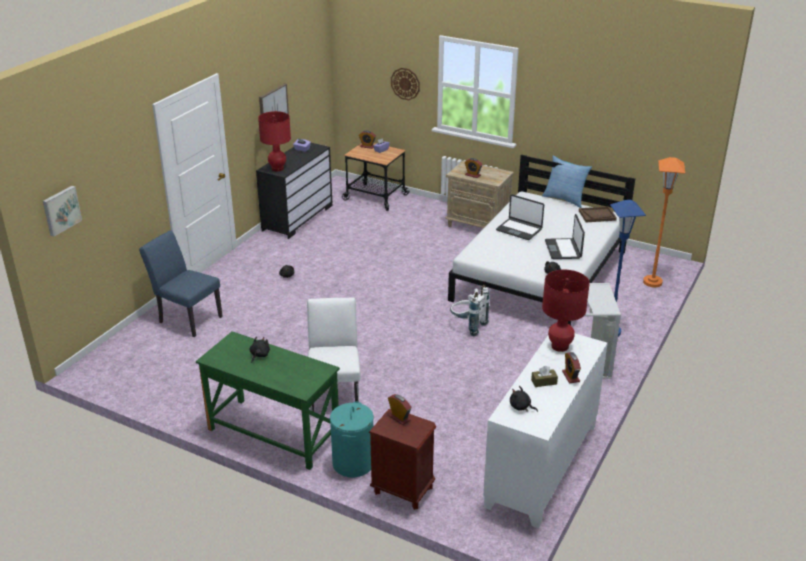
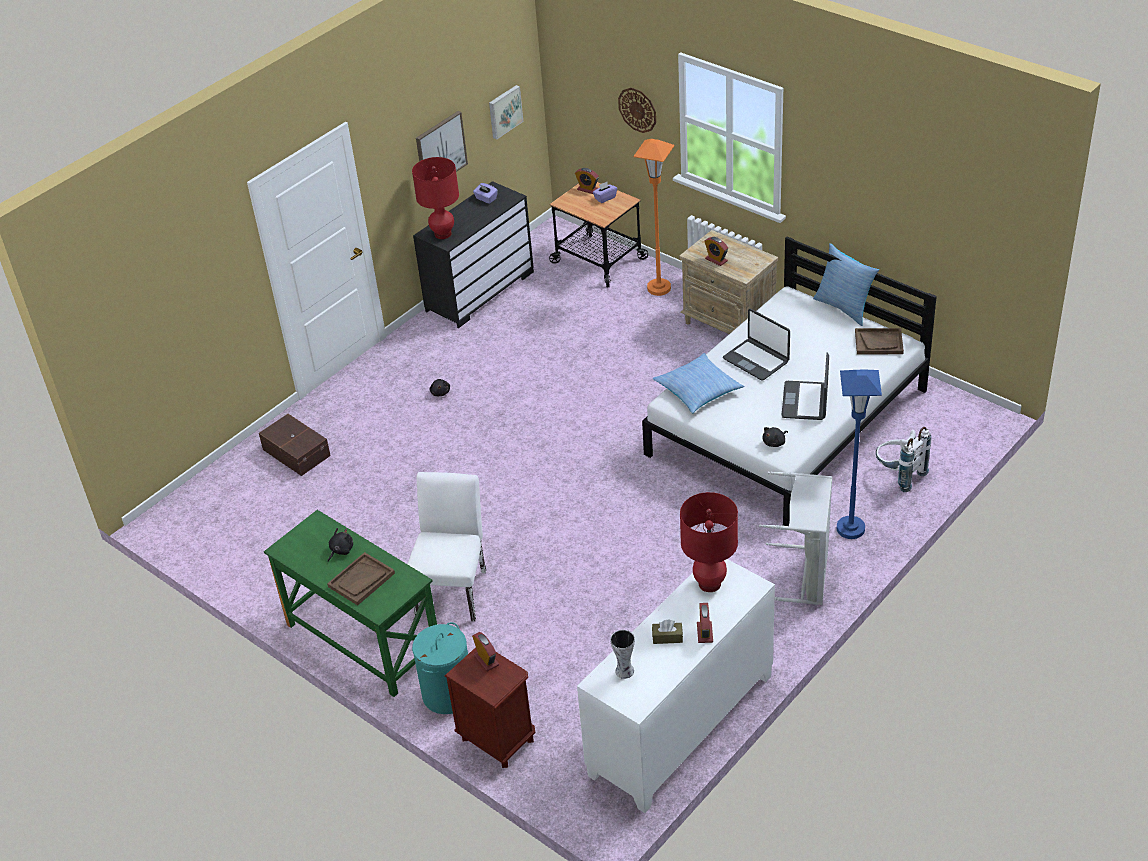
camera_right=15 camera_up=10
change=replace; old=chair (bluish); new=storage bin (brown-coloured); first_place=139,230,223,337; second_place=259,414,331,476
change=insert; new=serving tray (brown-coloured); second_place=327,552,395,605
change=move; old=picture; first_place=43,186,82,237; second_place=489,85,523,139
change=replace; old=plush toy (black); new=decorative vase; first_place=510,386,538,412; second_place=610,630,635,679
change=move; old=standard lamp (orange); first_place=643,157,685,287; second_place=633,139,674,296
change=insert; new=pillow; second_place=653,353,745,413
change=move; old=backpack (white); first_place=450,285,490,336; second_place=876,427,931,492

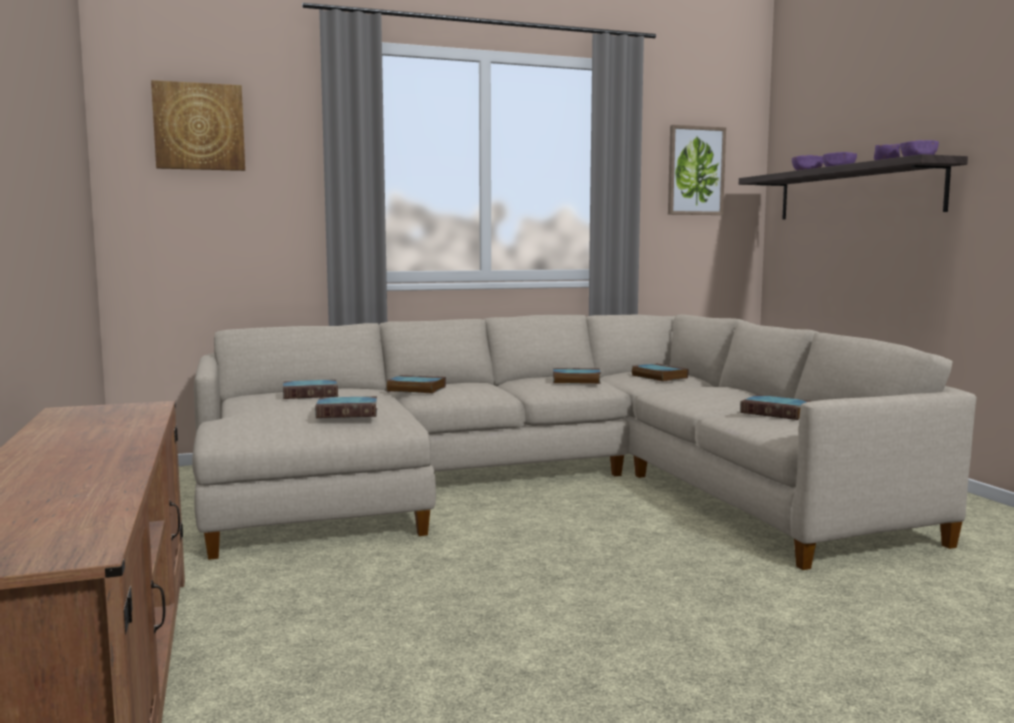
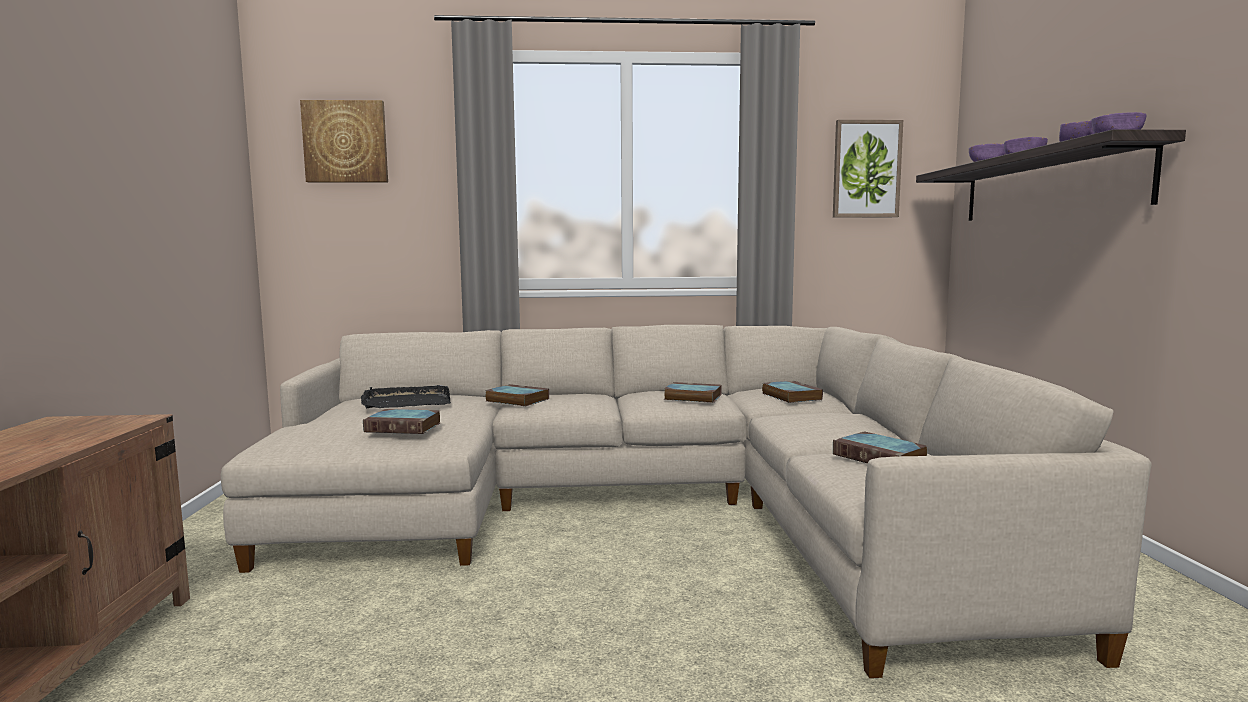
camera_right=15 camera_up=0
change=replace; old=bound book; new=serving tray (black); first_place=283,379,338,399; second_place=361,385,451,408

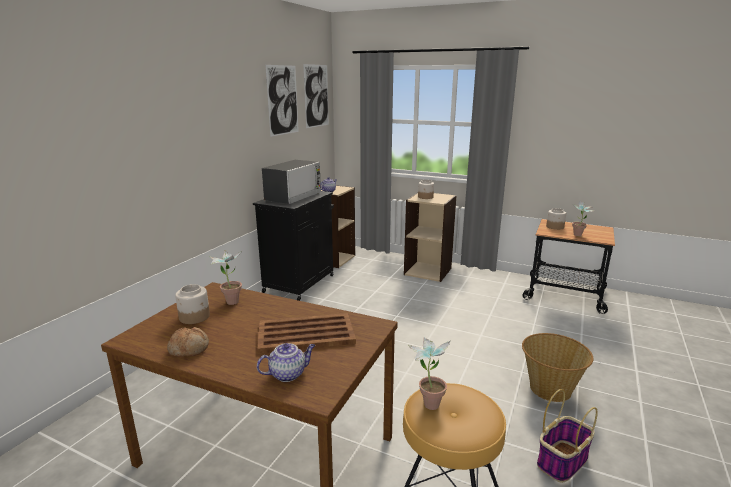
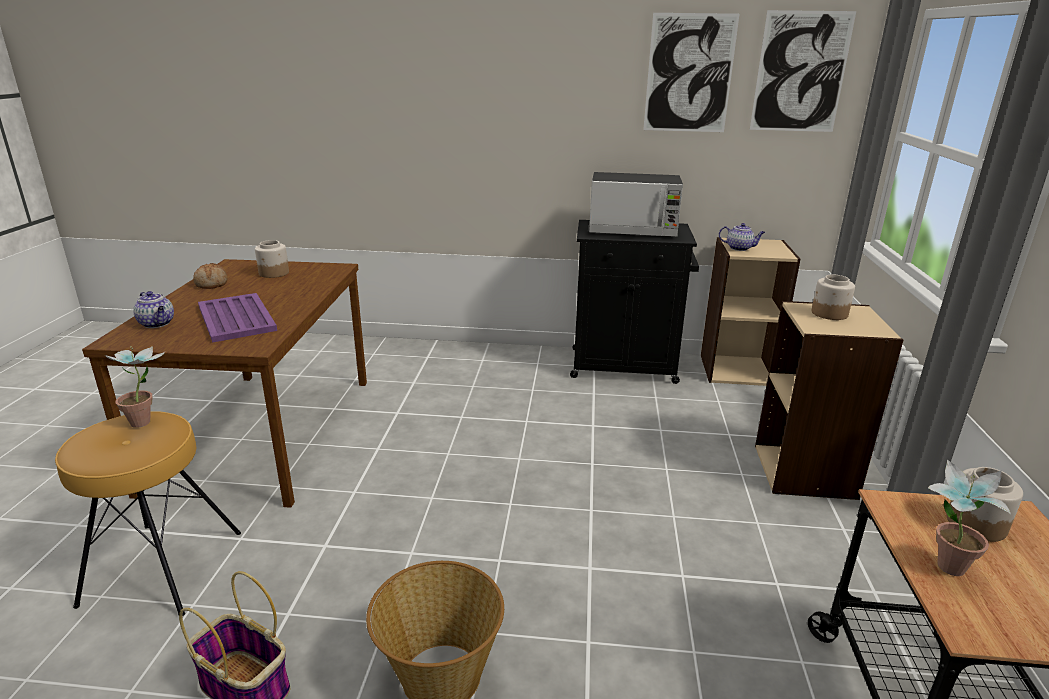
camera_right=70 camera_up=5
change=recolor; old=serving tray (brown-coloured); new=serving tray (purple-coloured); first_place=258,313,356,354; second_place=198,293,277,343
change=delete; old=potted plant; first_place=211,251,242,305

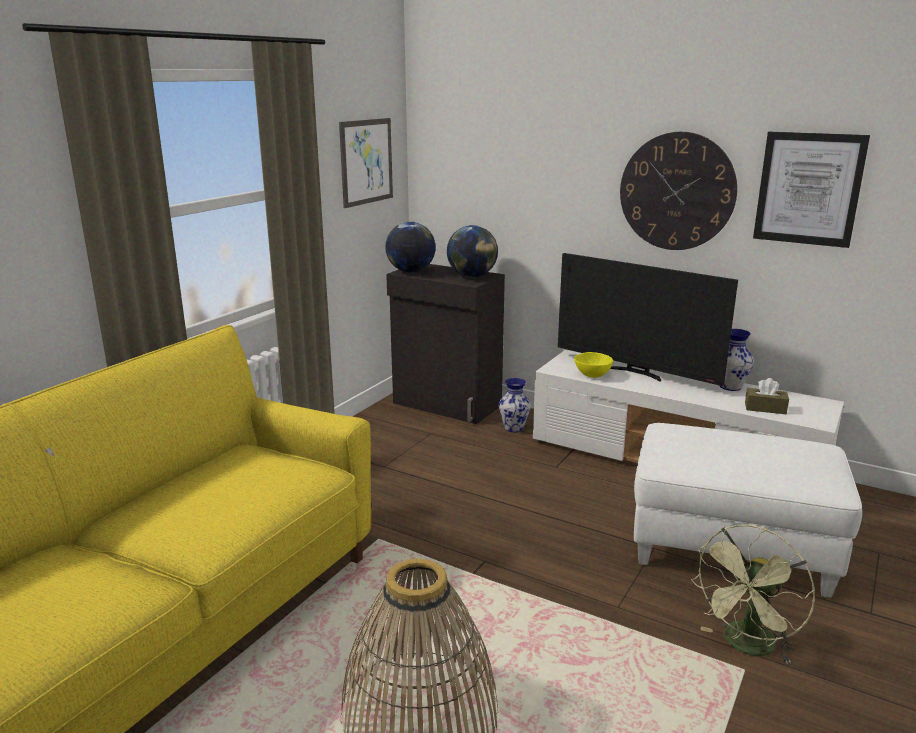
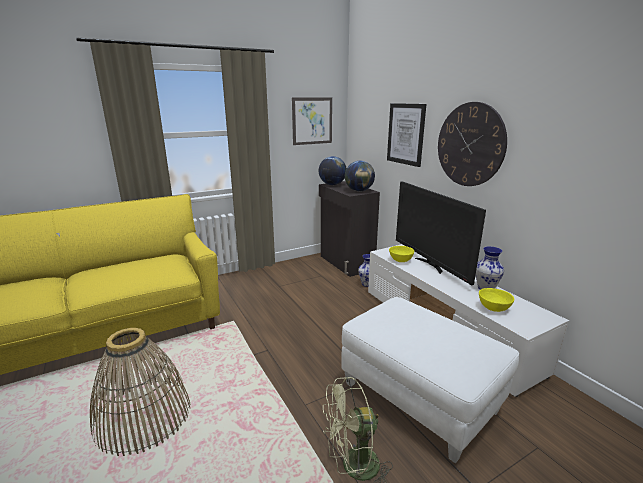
camera_right=30 camera_up=0
change=move; old=picture; first_place=753,132,870,248; second_place=387,103,426,167
change=replace; old=box of tissues (brown-coloured); new=deep dish (yellowish); first_place=745,378,789,414; second_place=479,288,514,312

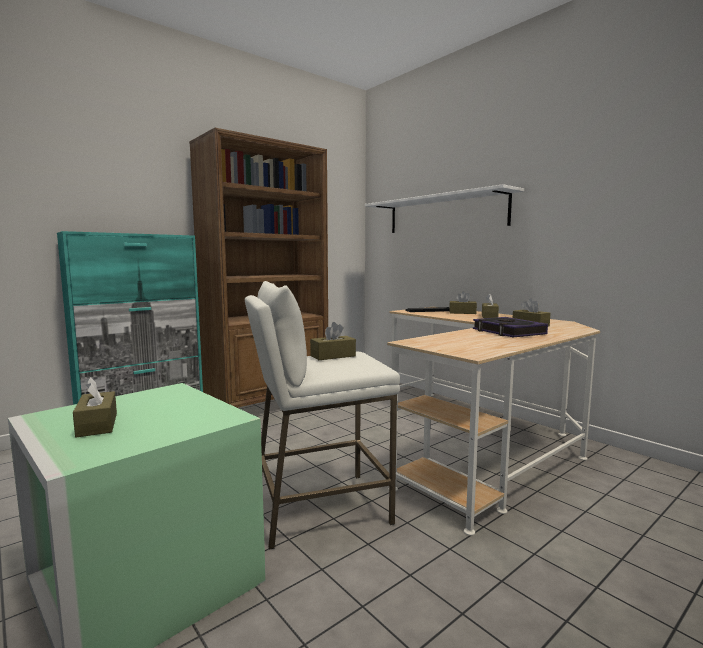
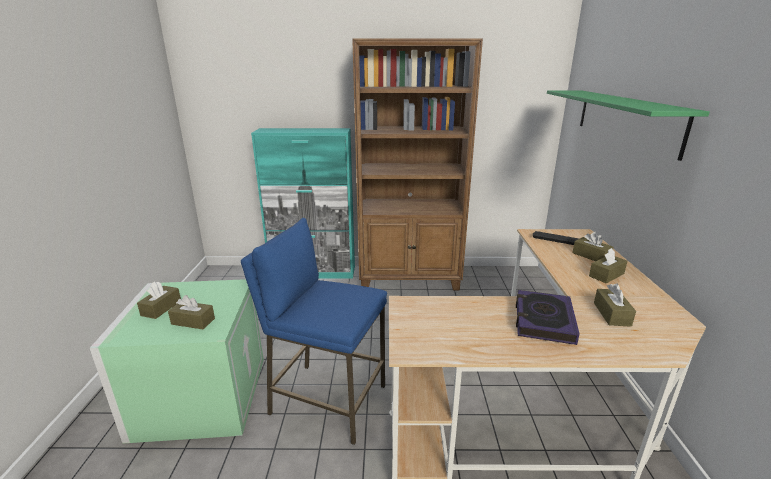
camera_right=40 camera_up=15
change=move; old=box of tissues (brown-coloured); first_place=310,322,356,360; second_place=168,295,215,329
change=recolor; old=stool (white); new=stool (bluish); first_place=245,281,400,550; second_place=241,218,387,445
change=recolor; old=wall shelf (white); new=wall shelf (greenish); first_place=365,184,524,233; second_place=547,90,710,161

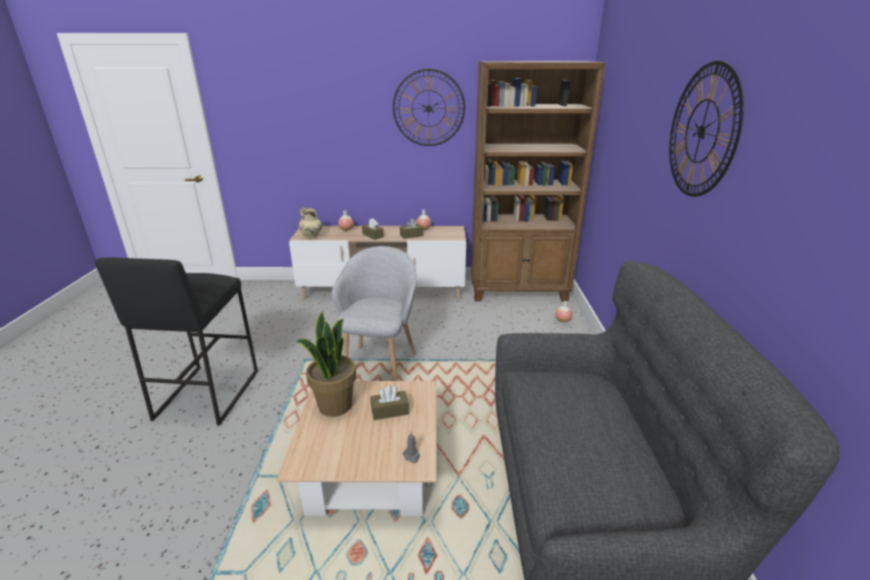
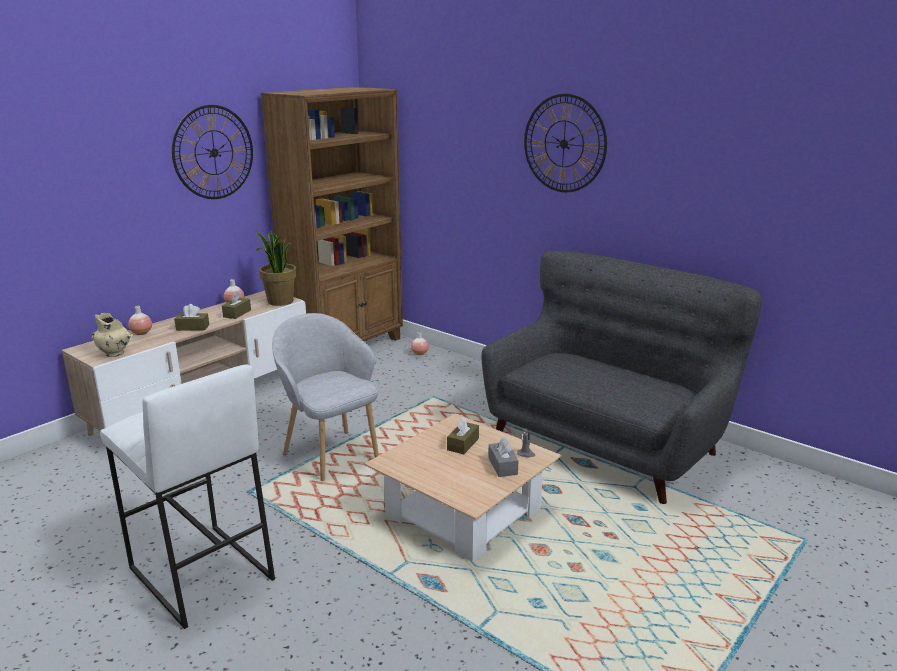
camera_right=-50 camera_up=-5
change=recolor; old=stool (black); new=stool (white); first_place=95,258,258,426; second_place=100,364,275,629
change=move; old=potted plant; first_place=296,312,356,417; second_place=255,231,297,306
change=insert; new=box of tissues (greyish); second_place=488,437,518,477

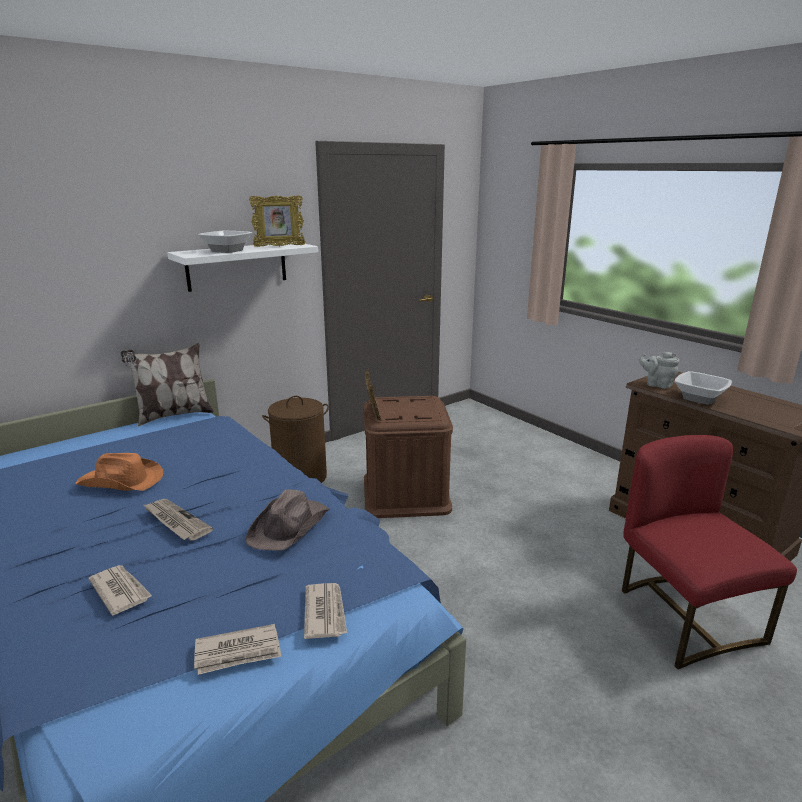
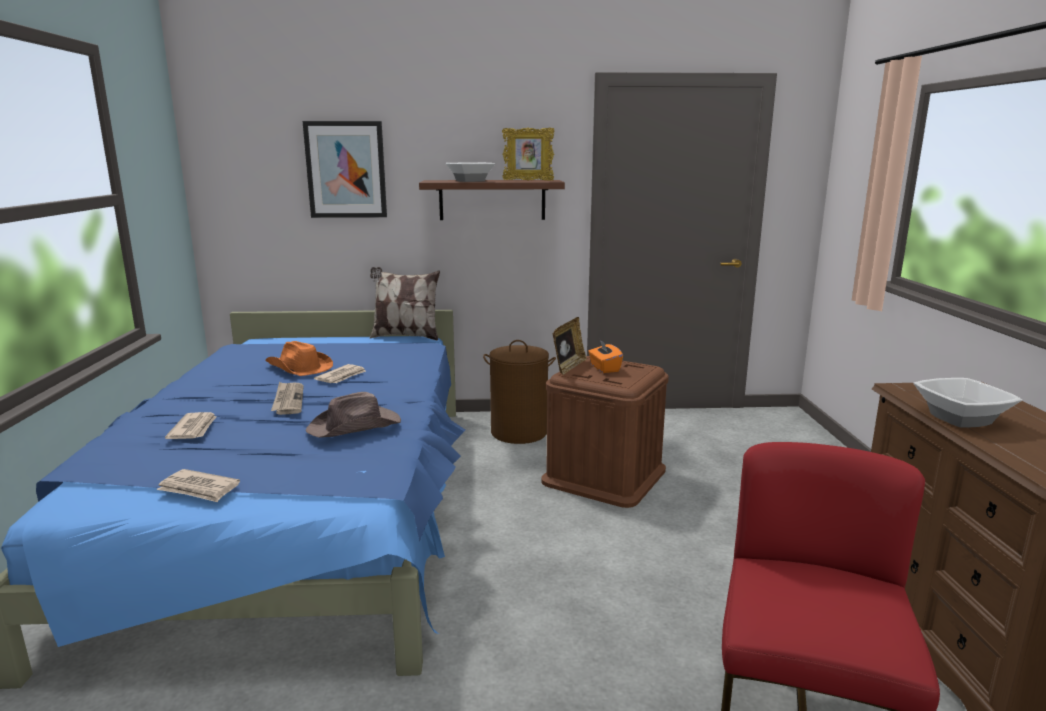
camera_right=35 camera_up=-5
change=insert; new=picture; second_place=303,121,387,218
change=move; old=newspaper; first_place=304,583,347,639; second_place=314,364,366,383
change=recolor; old=wall shelf (white); new=wall shelf (brown-coloured); first_place=167,242,318,292; second_place=419,180,565,220
change=insert; new=box of tissues (orange); second_place=588,340,623,373
change=delete; old=pot for tea (greyish); first_place=639,352,679,389

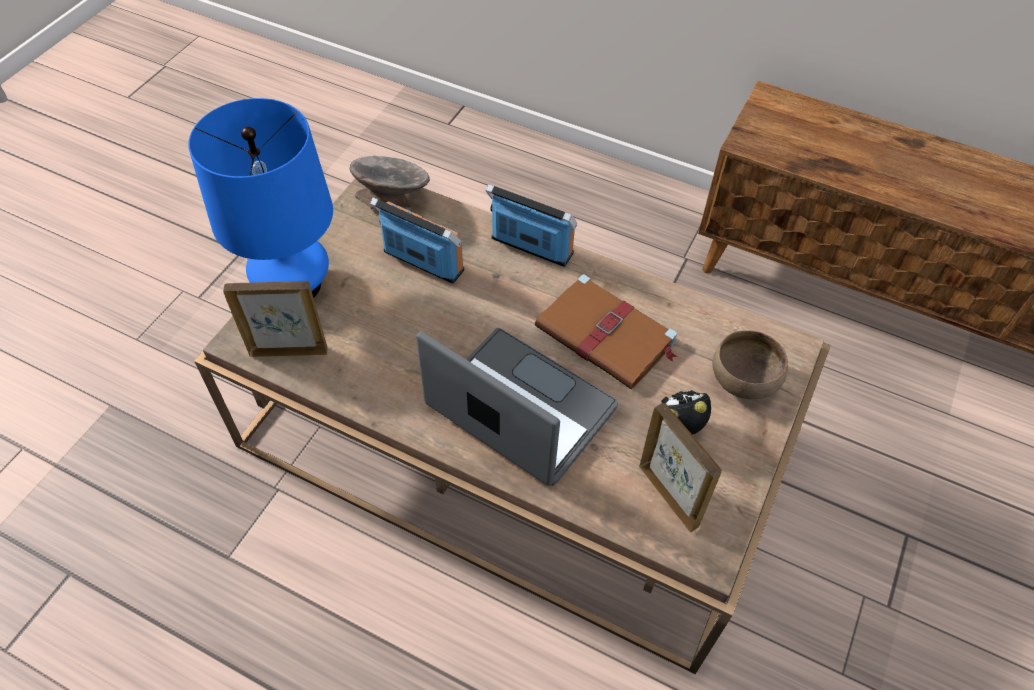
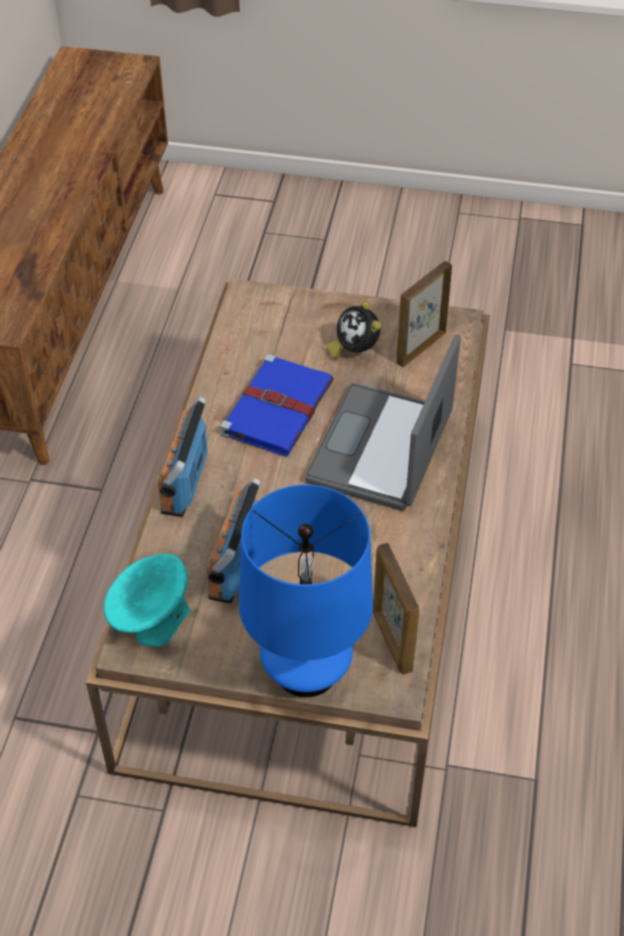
camera_right=-105 camera_up=-5
change=recolor; old=deep dish (greyish); new=deep dish (blue-green); first_place=350,156,430,210; second_place=104,554,190,647
change=recolor; old=bound book (brown-coloured); new=bound book (bluish); first_place=535,274,677,389; second_place=220,354,334,456
change=delete; old=deep dish (brown-coloured); first_place=713,330,788,399

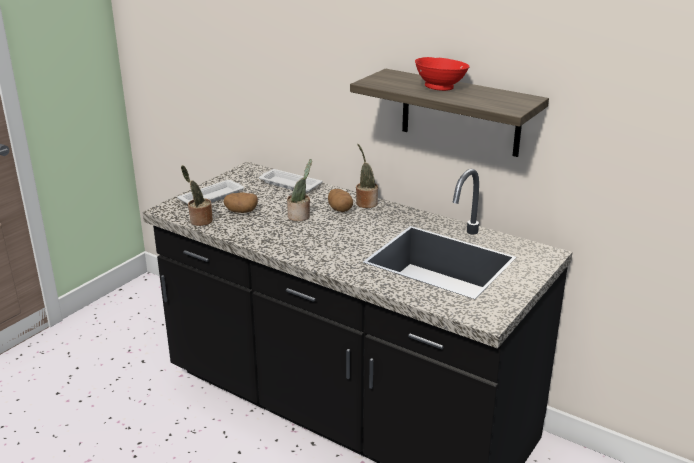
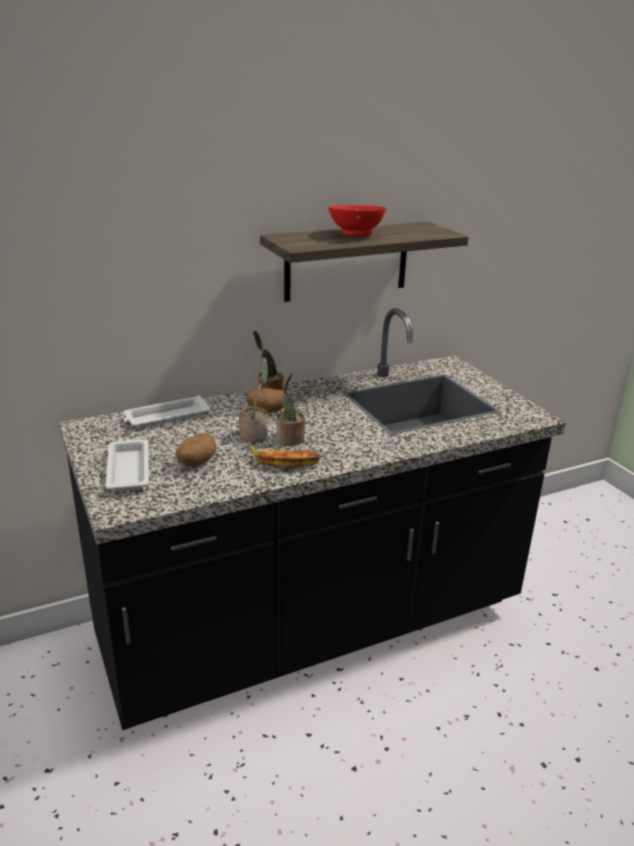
camera_right=-60 camera_up=0
change=insert; new=whole banana; second_place=249,445,321,467
change=move; old=potted plant; first_place=181,165,213,226; second_place=276,373,305,445

